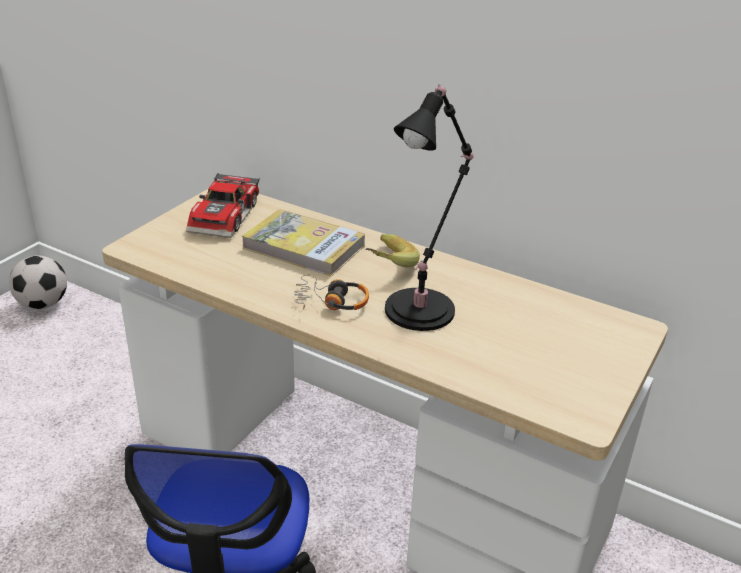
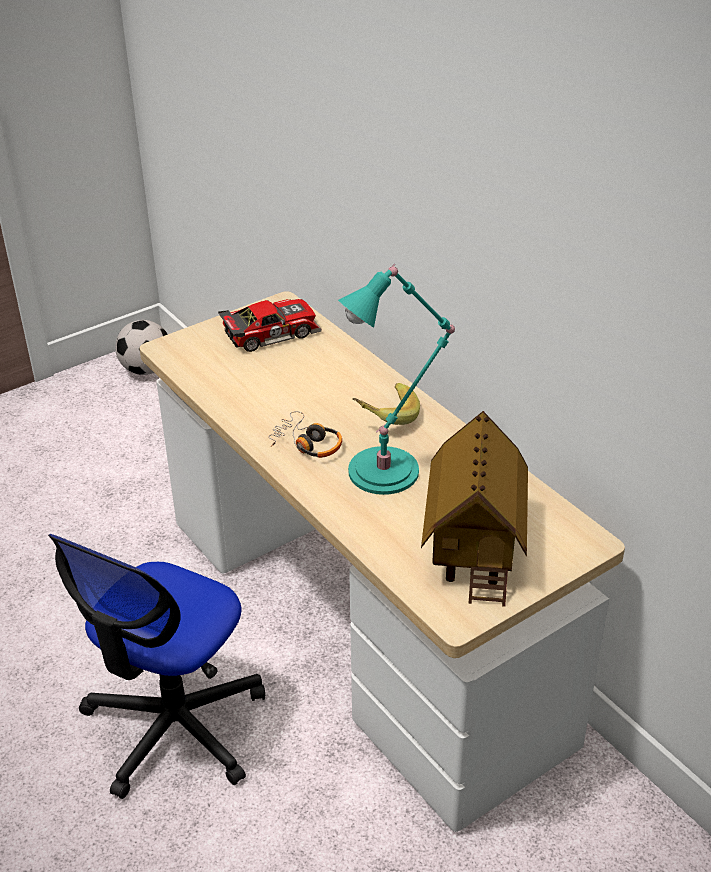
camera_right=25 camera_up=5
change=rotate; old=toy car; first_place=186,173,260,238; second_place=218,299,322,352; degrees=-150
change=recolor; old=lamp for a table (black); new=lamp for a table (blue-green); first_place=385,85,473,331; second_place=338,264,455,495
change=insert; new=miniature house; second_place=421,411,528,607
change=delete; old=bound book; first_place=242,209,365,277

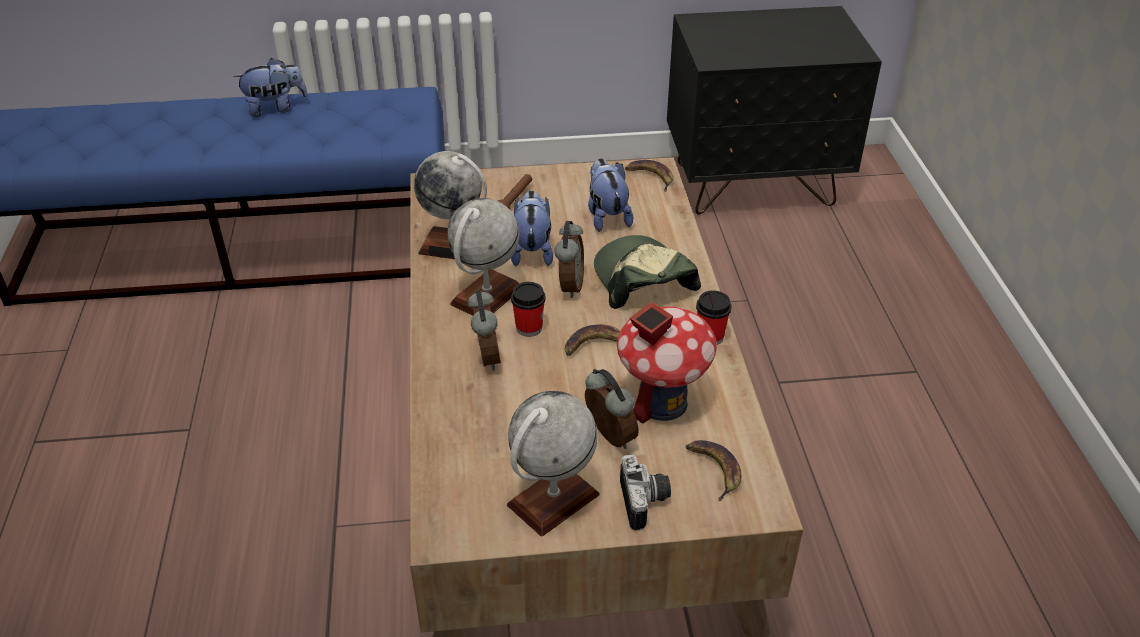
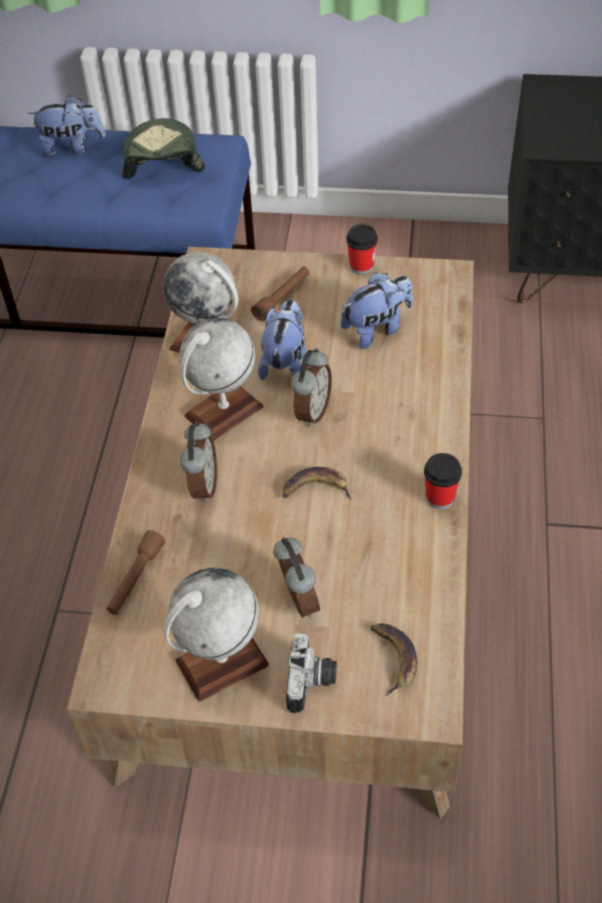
camera_right=15 camera_up=10
change=insert; new=hand torch (brown-coloured); second_place=106,530,165,615
change=move; old=peaked cap; first_place=594,235,701,309; second_place=122,118,205,179
change=rotate; old=plush toy; first_place=588,158,634,232; second_place=341,272,413,349; degrees=60
change=move; old=cup; first_place=511,282,546,337; second_place=346,224,378,275
change=delete; old=miniature house; first_place=617,302,717,424
change=delete; old=whole banana; first_place=625,160,674,192

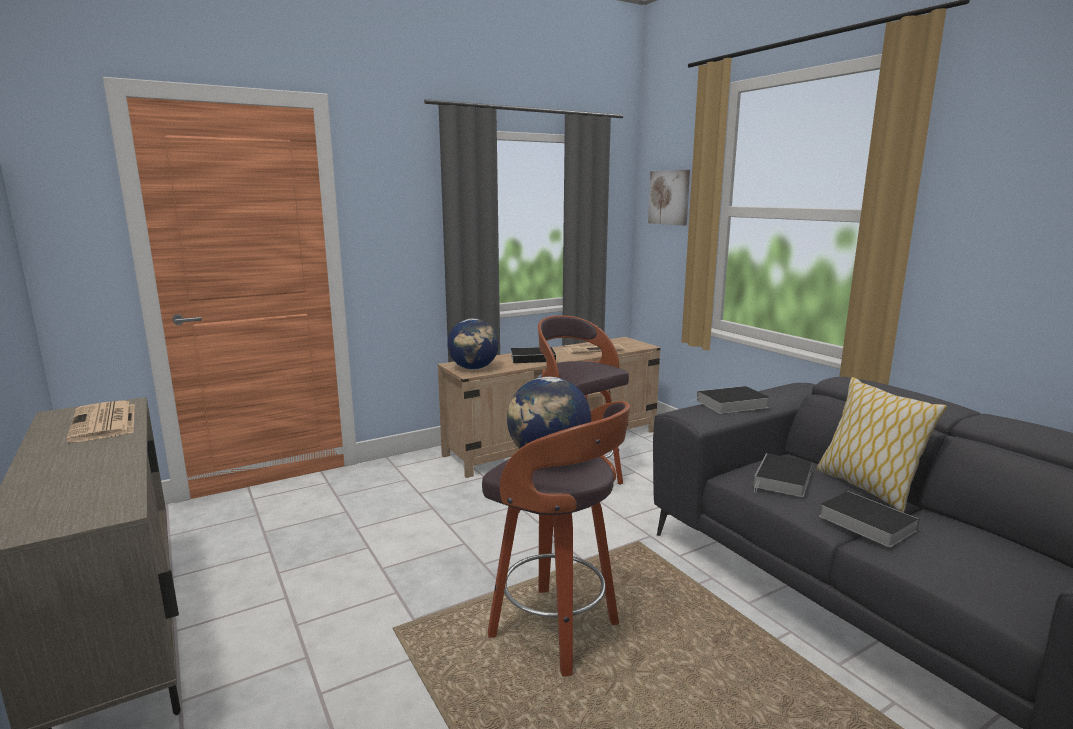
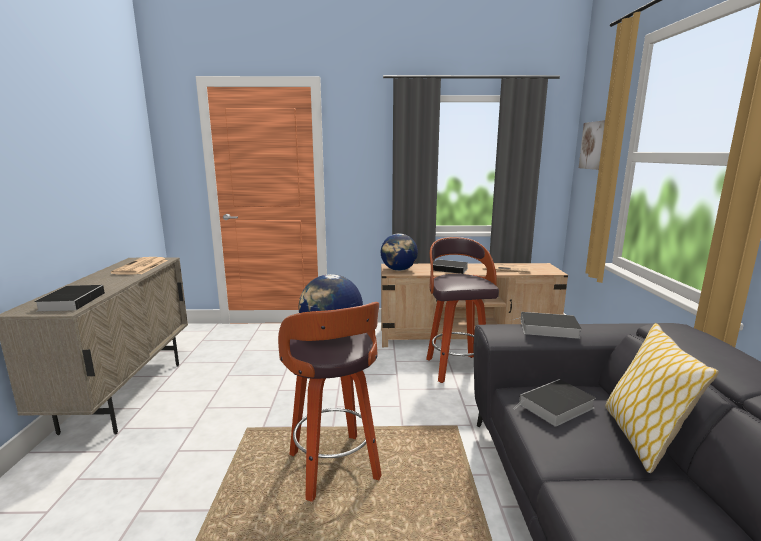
camera_right=30 camera_up=0
change=move; old=bound book; first_place=819,491,919,547; second_place=34,285,105,311

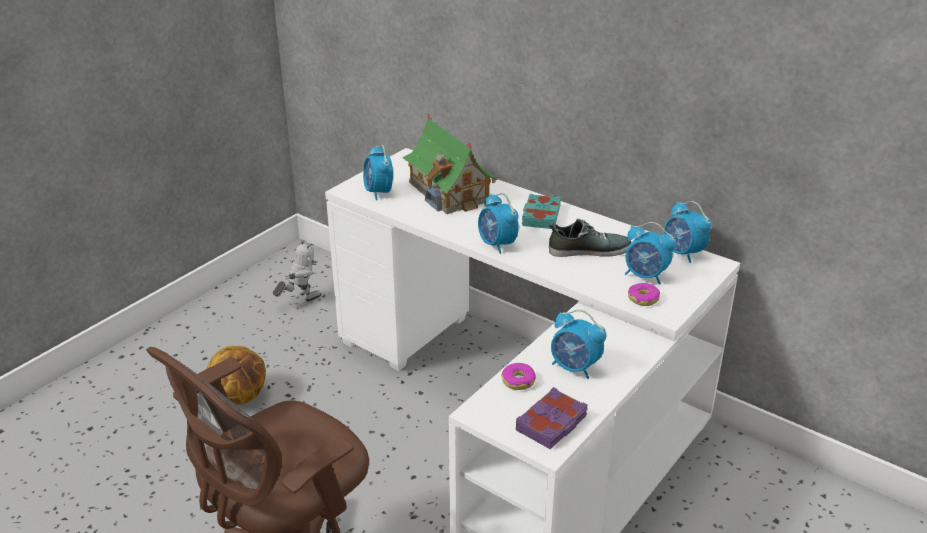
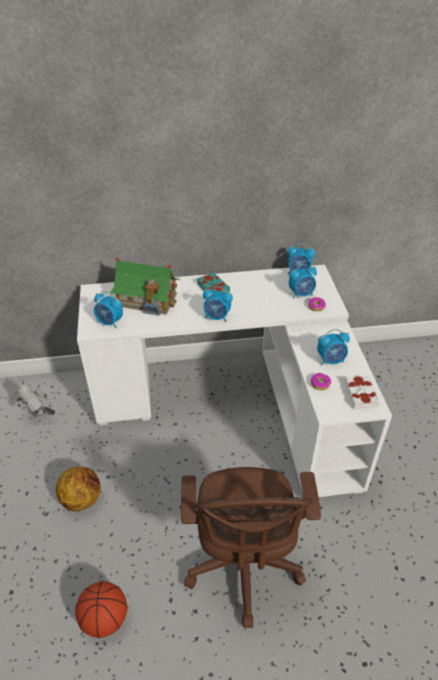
camera_right=-45 camera_up=10
change=rotate; old=robot figure; first_place=273,240,321,301; second_place=17,381,55,416; degrees=-75
change=insert; new=basketball; second_place=75,581,127,638
change=recolor; old=bound book (purple-coloured); new=bound book (white); first_place=516,387,588,449; second_place=344,375,379,409
change=delete; old=shoe; first_place=549,219,632,257

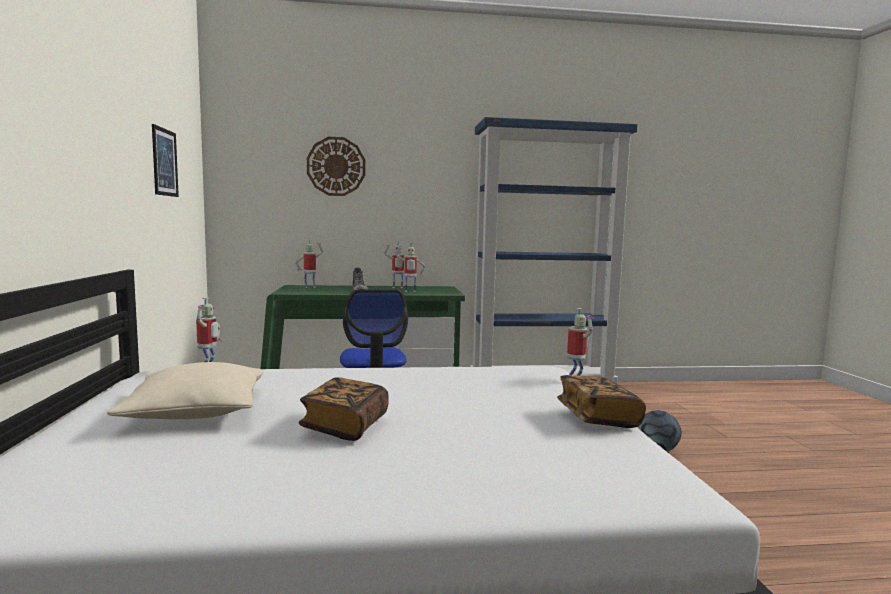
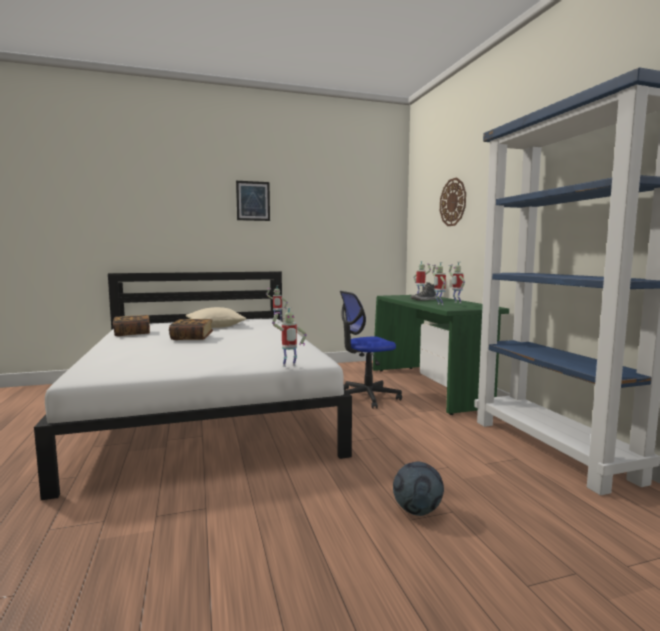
camera_right=80 camera_up=0
change=move; old=bound book; first_place=557,375,646,428; second_place=113,315,150,336
change=move; old=picture; first_place=152,124,179,197; second_place=236,181,270,221

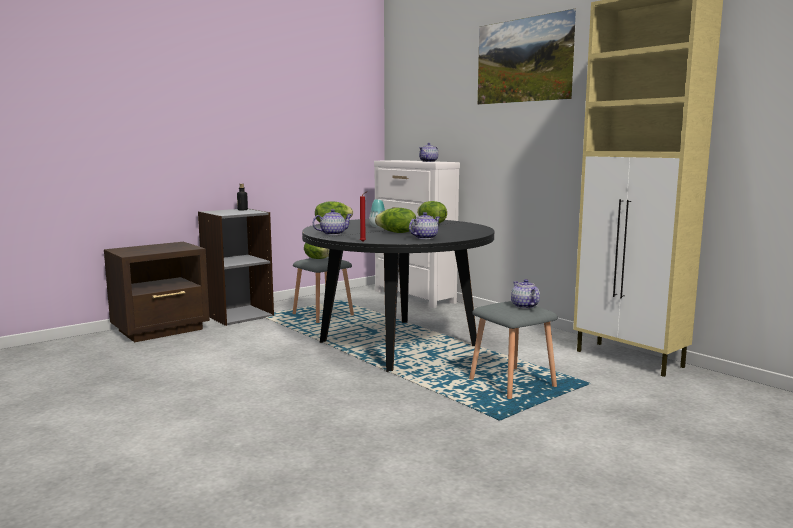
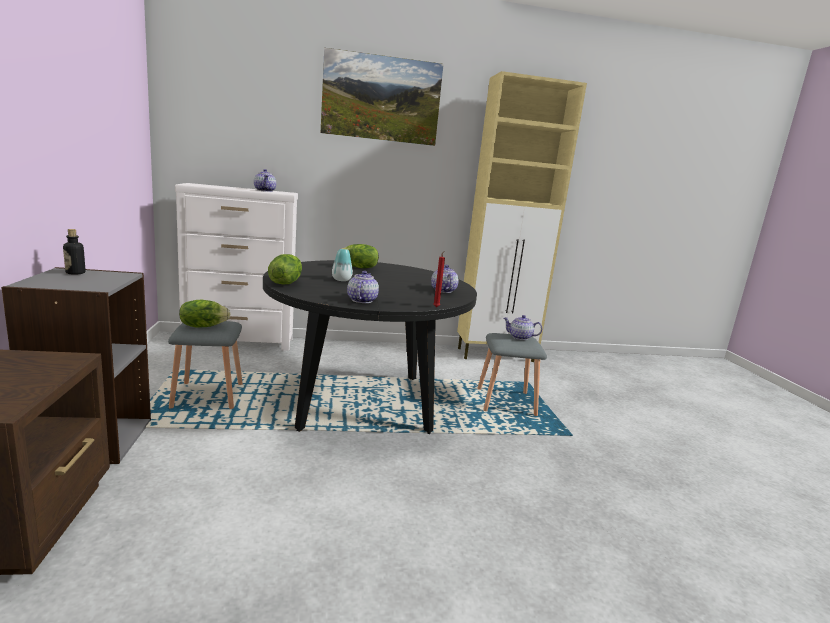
camera_right=-60 camera_up=5
change=delete; old=lettuce; first_place=375,208,416,233

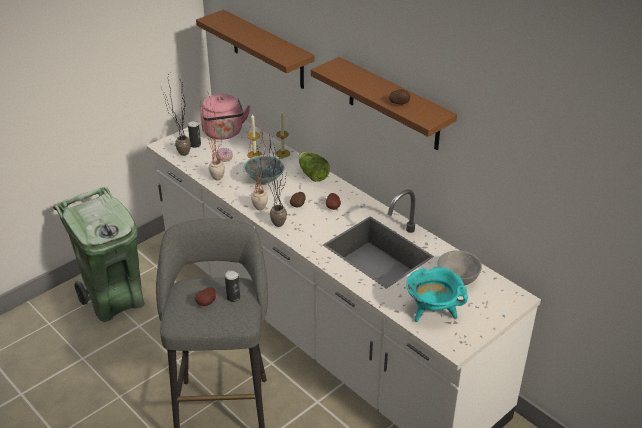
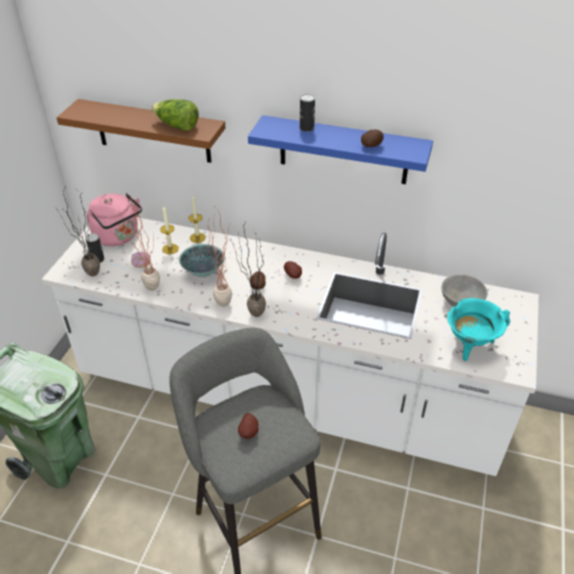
camera_right=-30 camera_up=5
change=move; old=lettuce; first_place=299,152,330,182; second_place=151,99,199,131
change=recolor; old=wall shelf (brown-coloured); new=wall shelf (bluish); first_place=311,57,457,150; second_place=248,115,433,184
change=move; old=metal can; first_place=225,270,240,302; second_place=300,94,315,132

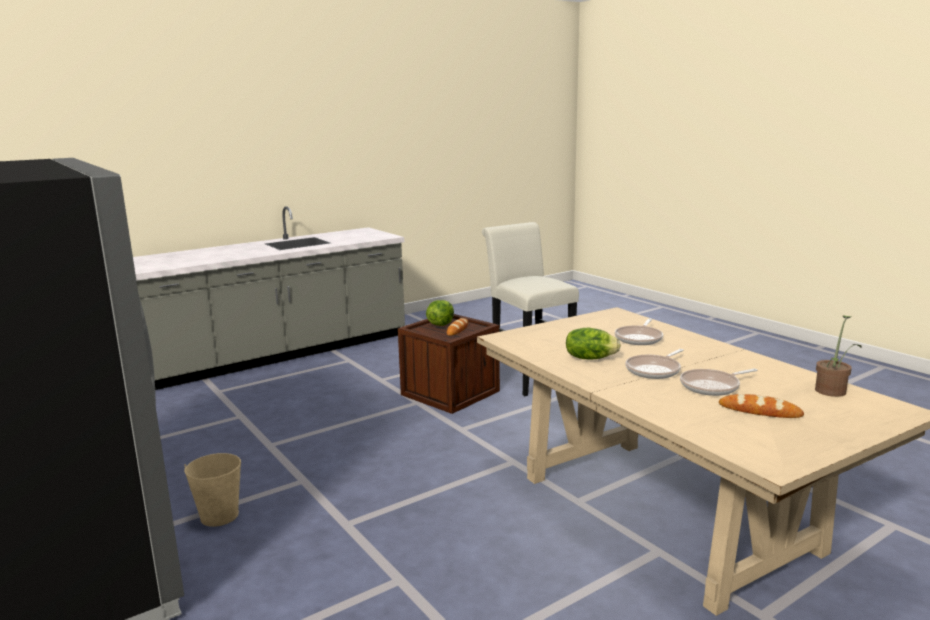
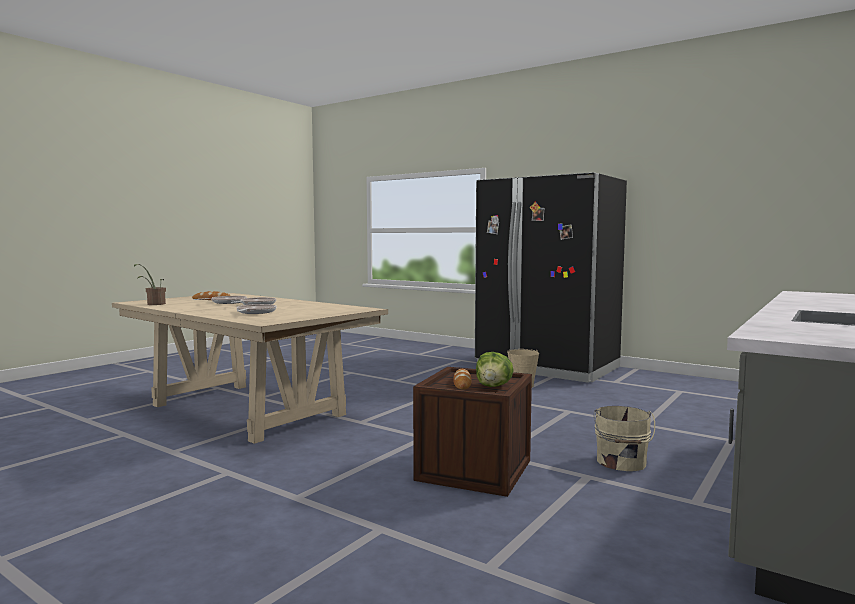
camera_right=160 camera_up=-10
change=insert; new=bucket (beige); second_place=594,406,655,471
change=delete; old=stool (white); first_place=482,222,579,396
change=delete; old=lettuce; first_place=566,328,621,359

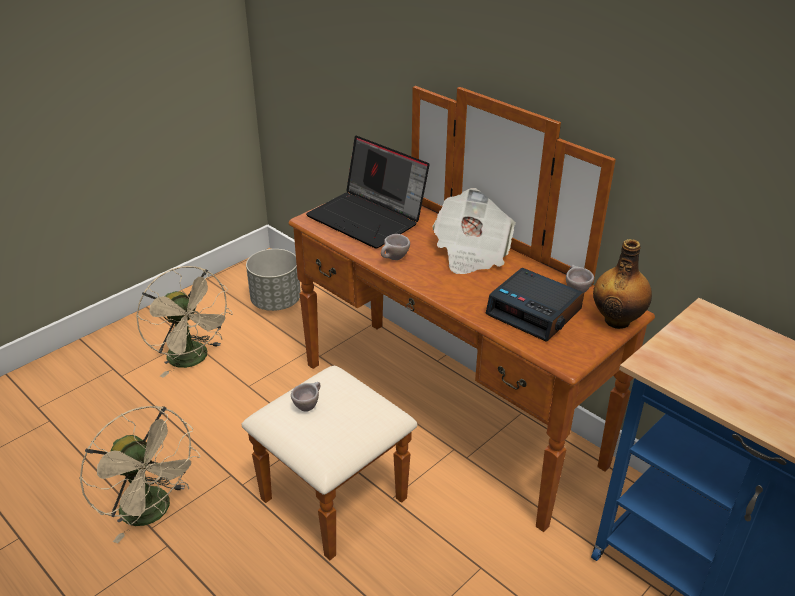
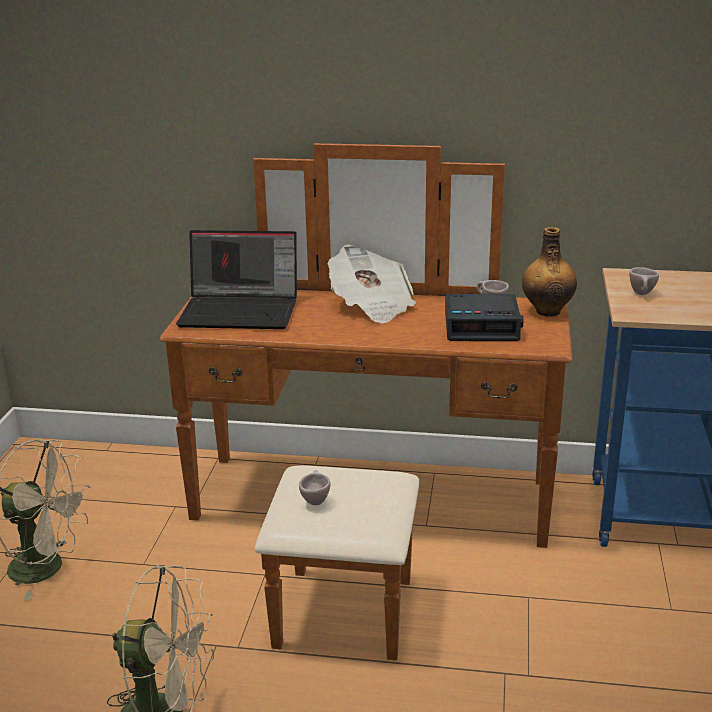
camera_right=-35 camera_up=-10
change=move; old=cup (beige); first_place=381,234,410,260; second_place=629,267,659,295
change=delete; old=flower pot (greyish); first_place=246,249,301,311

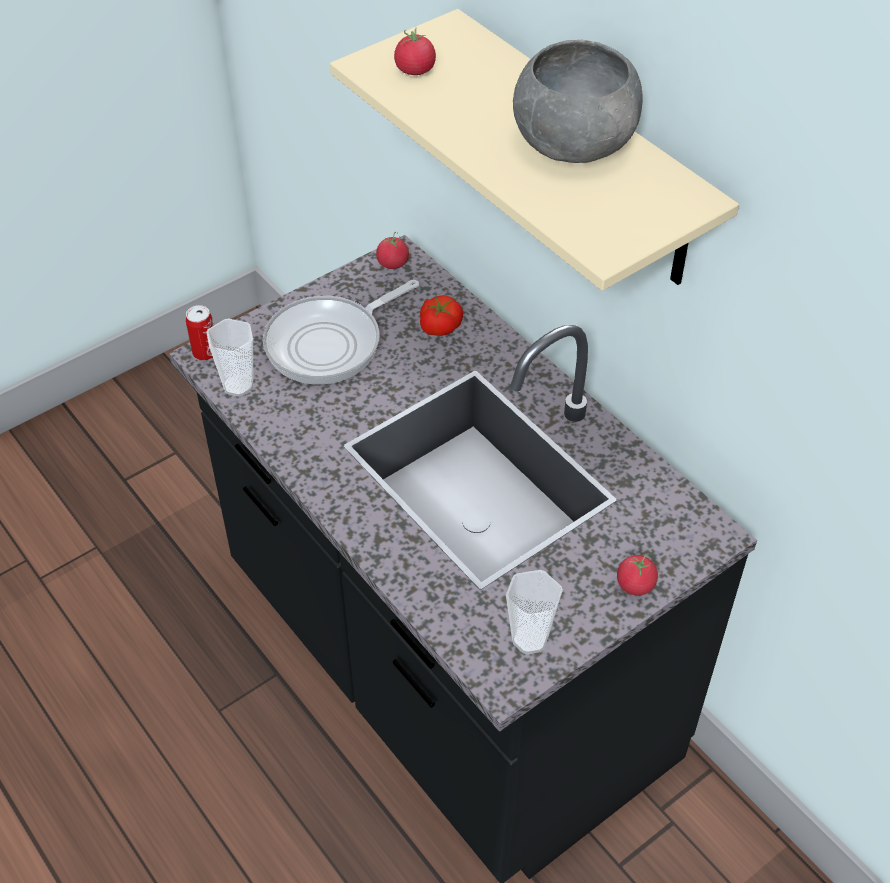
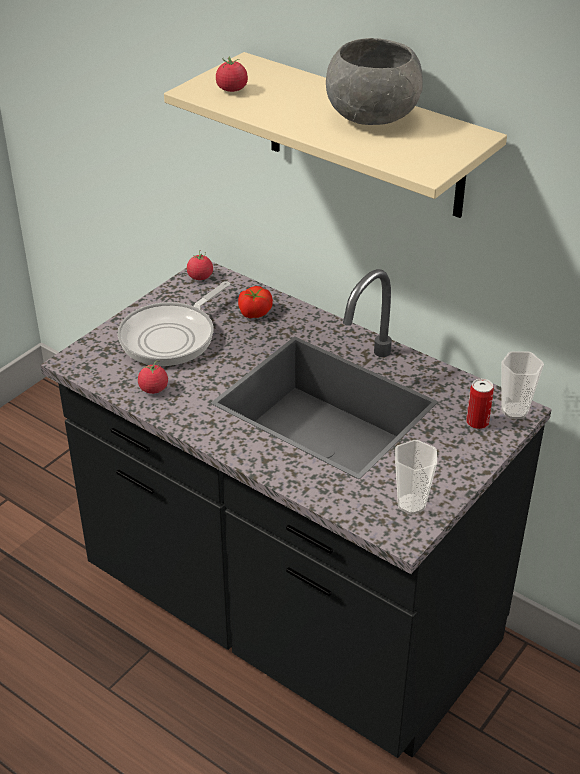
camera_right=-15 camera_up=-10
change=move; old=tomato; first_place=617,553,658,596; second_place=138,360,168,394
change=move; old=metal can; first_place=186,305,214,361; second_place=466,379,494,429
change=move; old=cup; first_place=206,318,253,397; second_place=501,351,544,419

